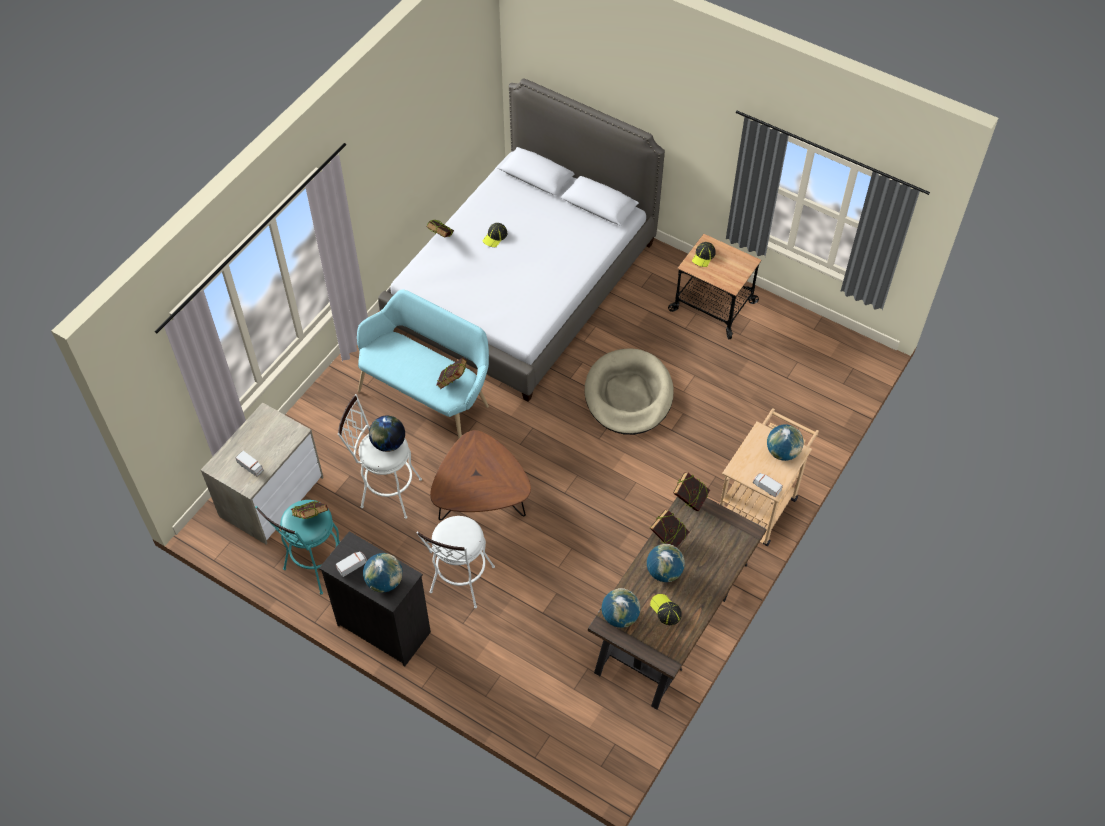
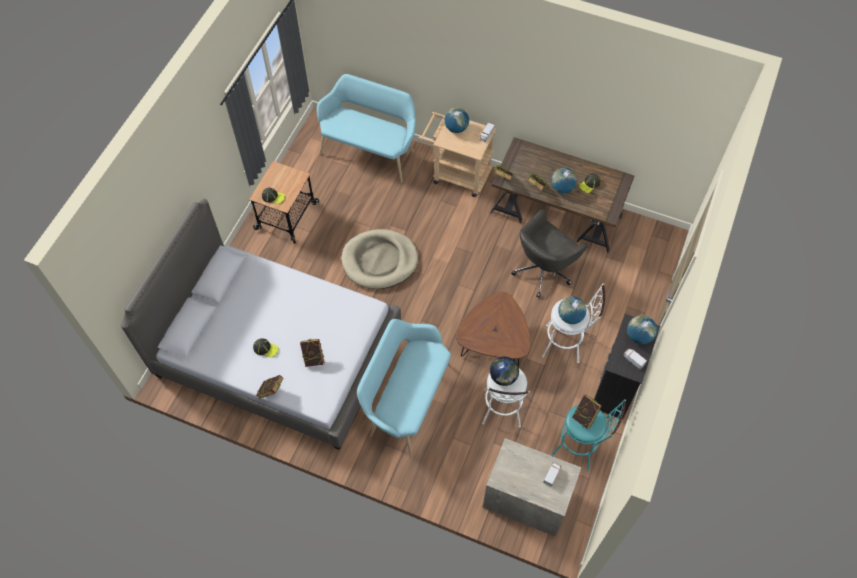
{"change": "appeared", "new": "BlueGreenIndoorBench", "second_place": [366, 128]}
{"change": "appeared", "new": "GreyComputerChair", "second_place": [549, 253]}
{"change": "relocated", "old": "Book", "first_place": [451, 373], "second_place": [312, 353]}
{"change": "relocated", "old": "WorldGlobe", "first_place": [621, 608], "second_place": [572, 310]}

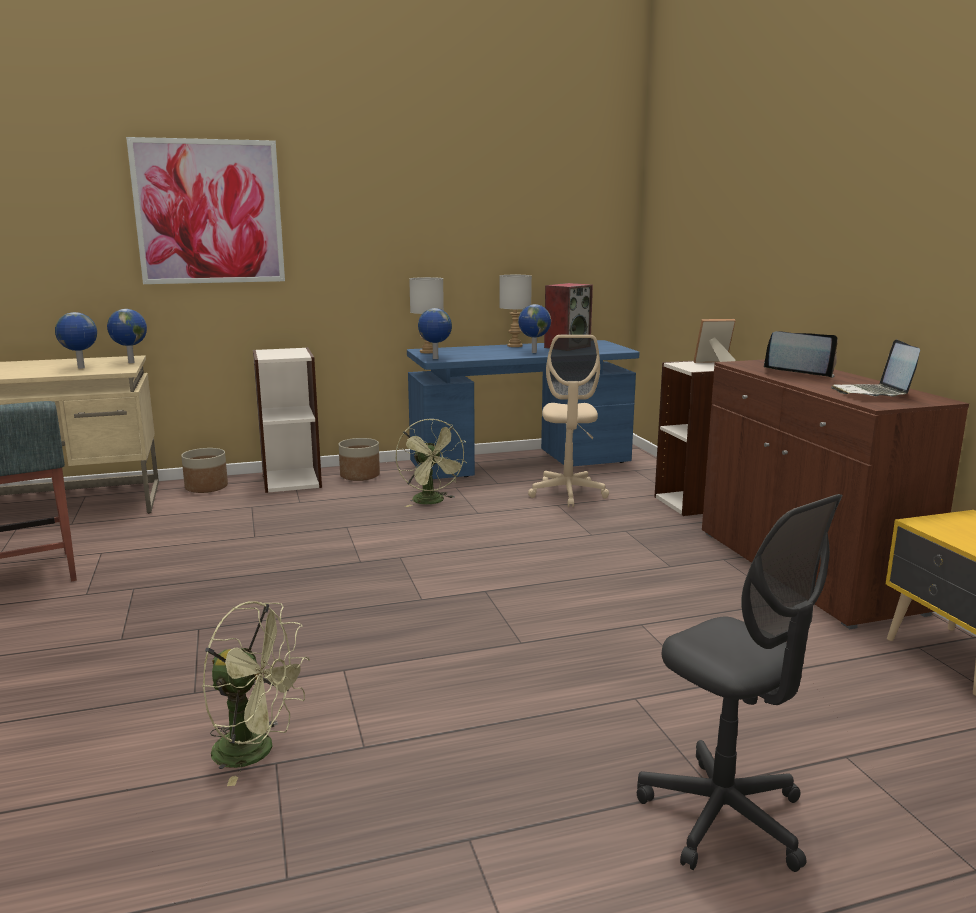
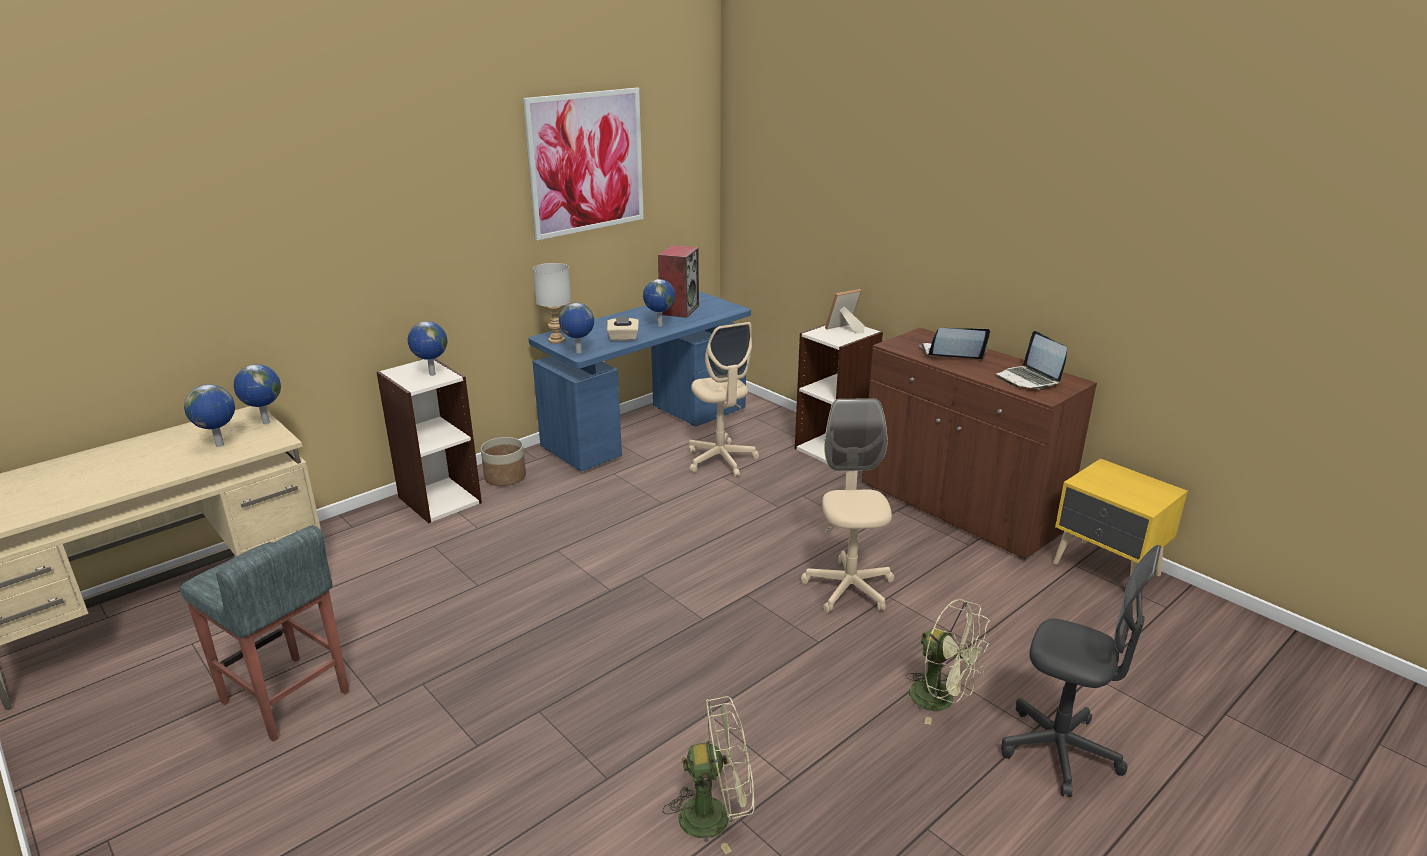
{"change": "missing", "old": "FlowerPot", "first_place": [204, 470]}
{"change": "missing", "old": "GreyTableLamp", "first_place": [515, 311]}
{"change": "appeared", "new": "WorldGlobe", "second_place": [427, 348]}
{"change": "appeared", "new": "SandColouredTissueBox", "second_place": [623, 328]}
{"change": "appeared", "new": "SandColouredComputerChair", "second_place": [847, 505]}
{"change": "relocated", "old": "WallPicture", "first_place": [205, 210], "second_place": [583, 164]}
{"change": "relocated", "old": "GreenishFan", "first_place": [431, 462], "second_place": [948, 662]}

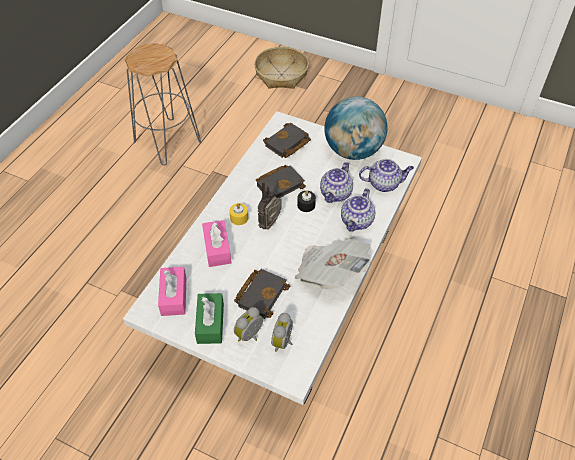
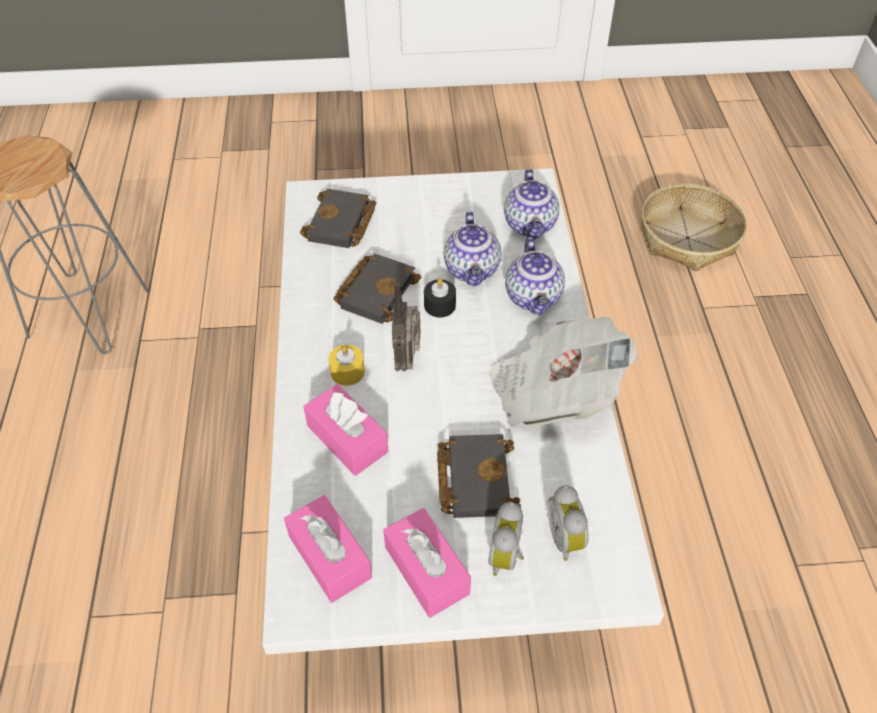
{"change": "missing", "old": "WorldGlobe", "first_place": [356, 128]}
{"change": "relocated", "old": "Basket", "first_place": [281, 68], "second_place": [694, 227]}
{"change": "colour", "old": "GreenishTissueBox", "new": "PinkTissueBox", "first_place": [209, 318], "second_place": [427, 563]}
{"change": "spun", "old": "Teapot", "first_place": [386, 175], "second_place": [532, 204], "degrees": 120}

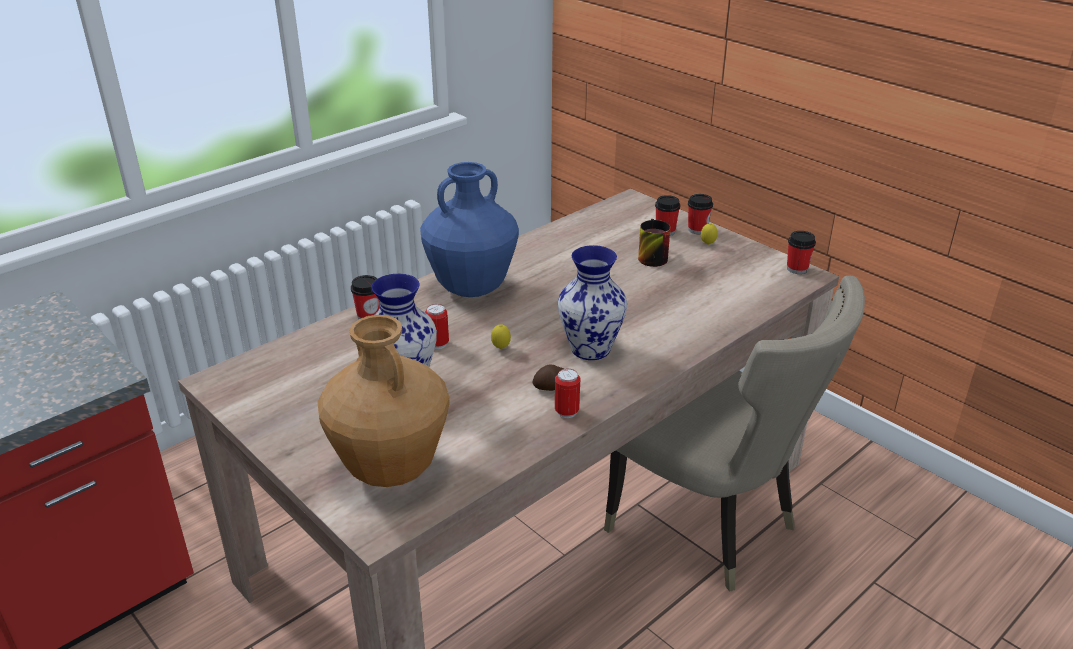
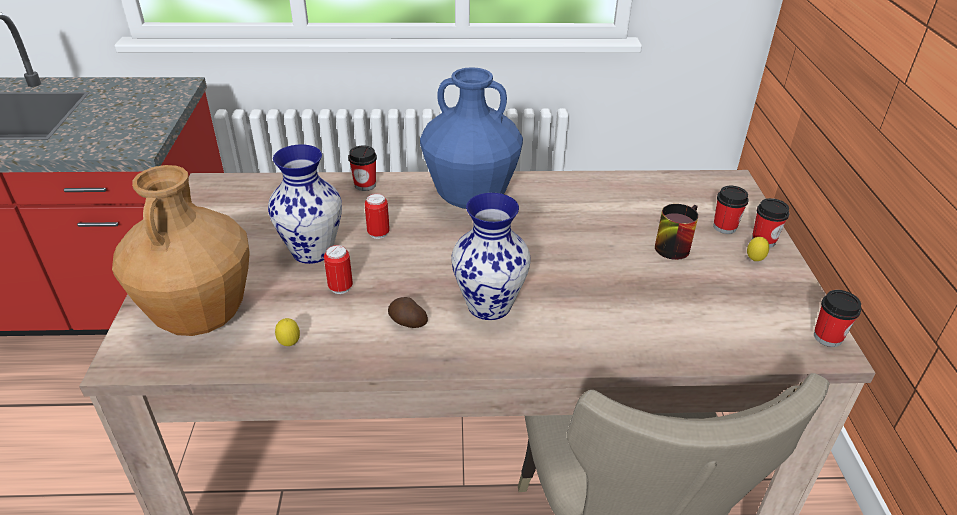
{"change": "relocated", "old": "CitrusFruit", "first_place": [501, 336], "second_place": [287, 332]}
{"change": "relocated", "old": "MetalCan", "first_place": [567, 393], "second_place": [338, 269]}

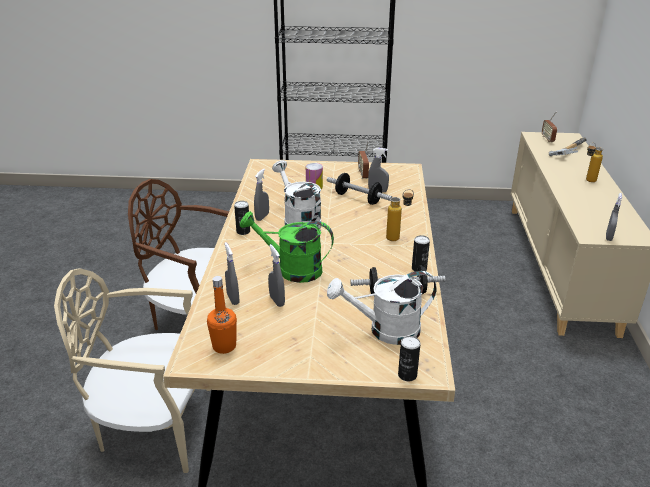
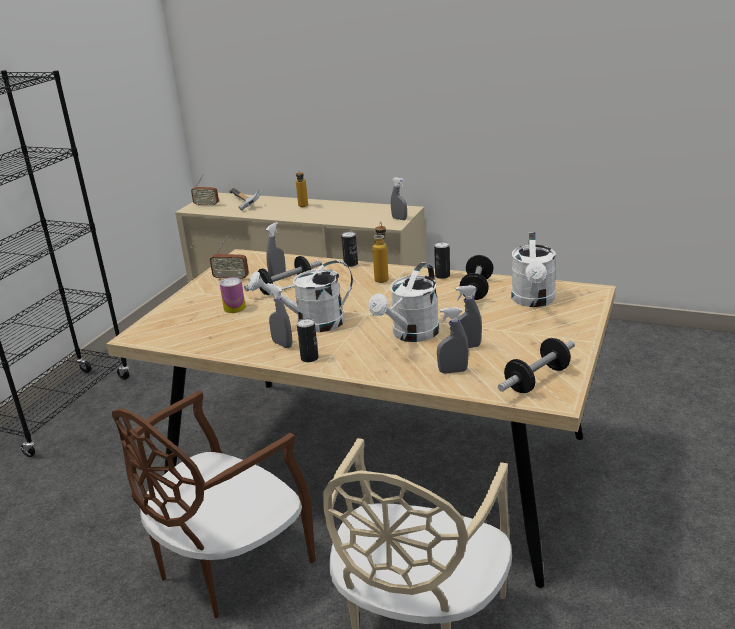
{"change": "relocated", "old": "MetalCan", "first_place": [409, 358], "second_place": [349, 249]}
{"change": "exchanged", "old": "OrangeDrinkBottle", "new": "Dumbbell", "first_place": [222, 315], "second_place": [536, 365]}
{"change": "colour", "old": "GreenishSprinklingCan", "new": "WhiteColouredSprinklingCan", "first_place": [287, 247], "second_place": [404, 302]}

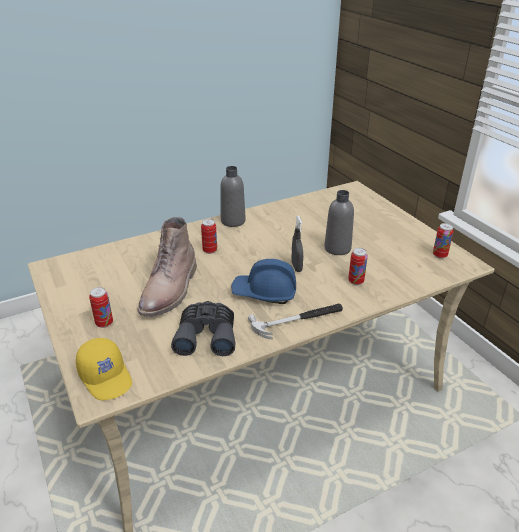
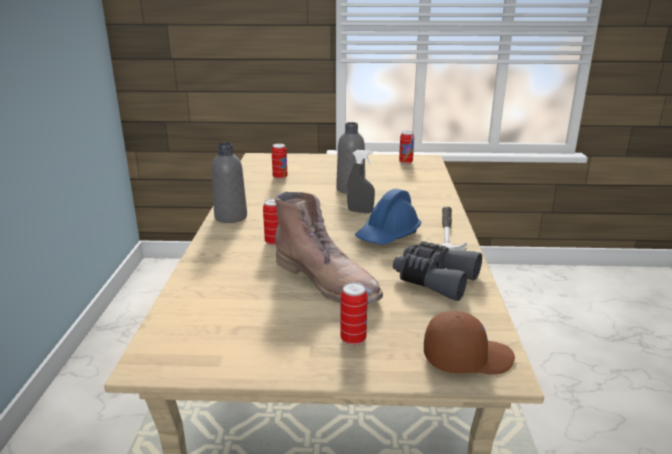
{"change": "relocated", "old": "MetalCan", "first_place": [358, 266], "second_place": [279, 161]}
{"change": "colour", "old": "YellowishBaseballCap", "new": "BrownColouredBaseballCap", "first_place": [104, 369], "second_place": [469, 343]}

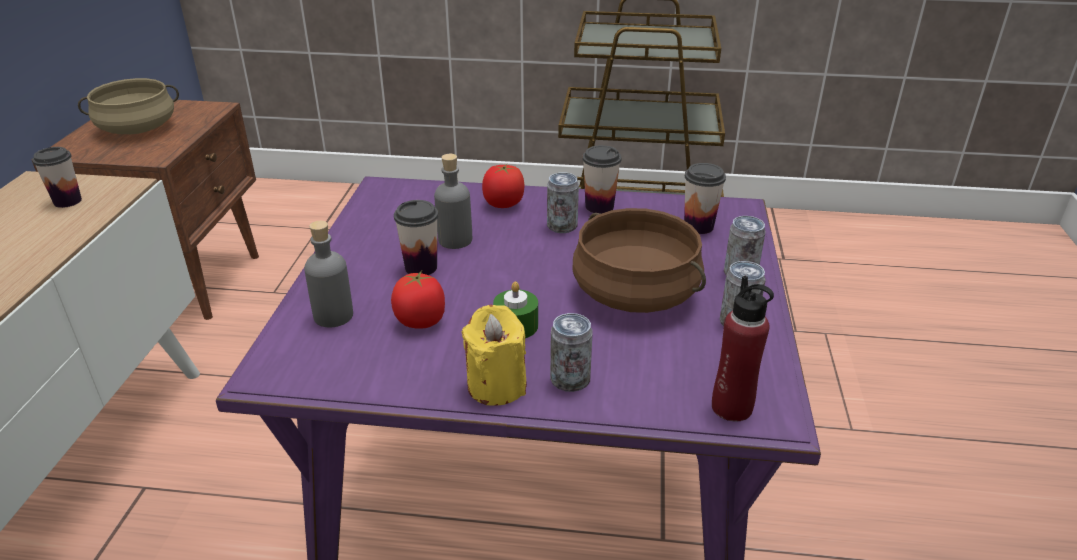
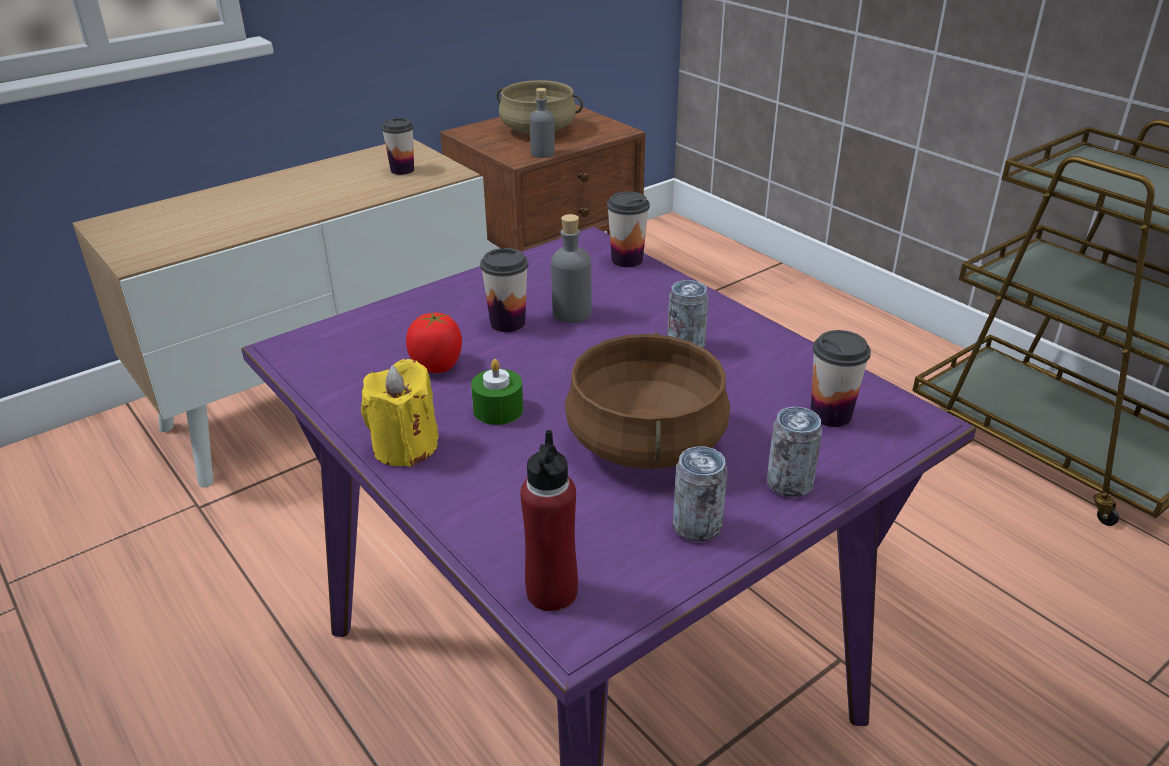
{"change": "missing", "old": "Tomato", "first_place": [503, 186]}
{"change": "missing", "old": "MetalCan", "first_place": [571, 352]}
{"change": "relocated", "old": "GreyDrinkBottle", "first_place": [328, 274], "second_place": [542, 123]}
{"change": "relocated", "old": "DrinkingCup", "first_place": [602, 179], "second_place": [628, 229]}

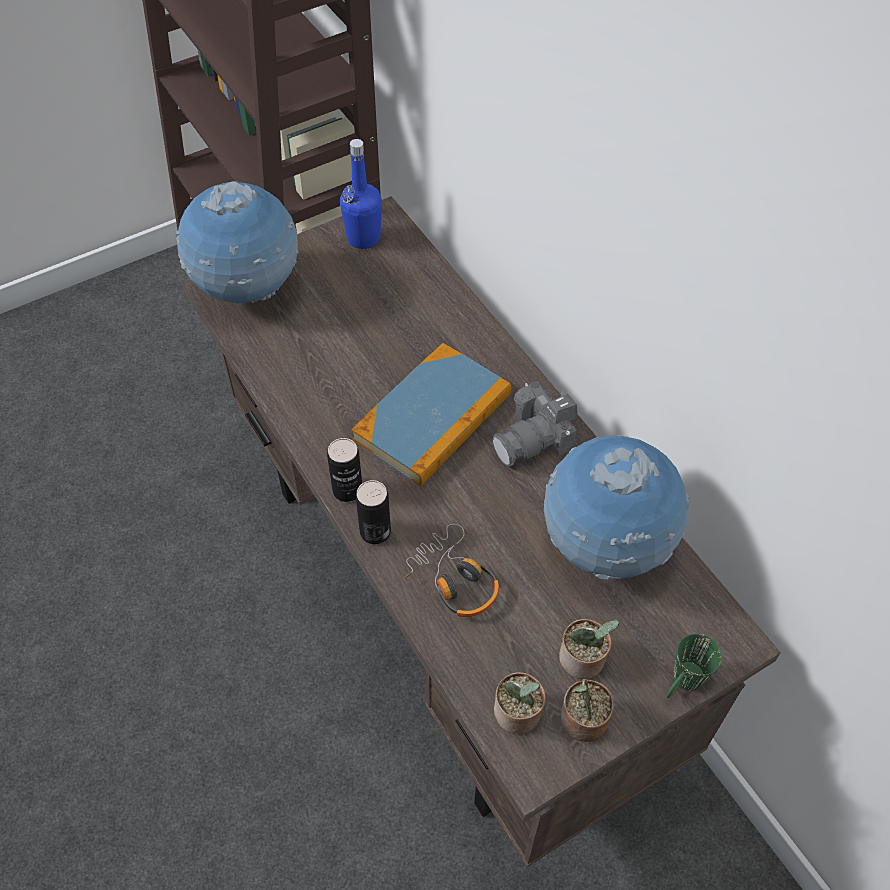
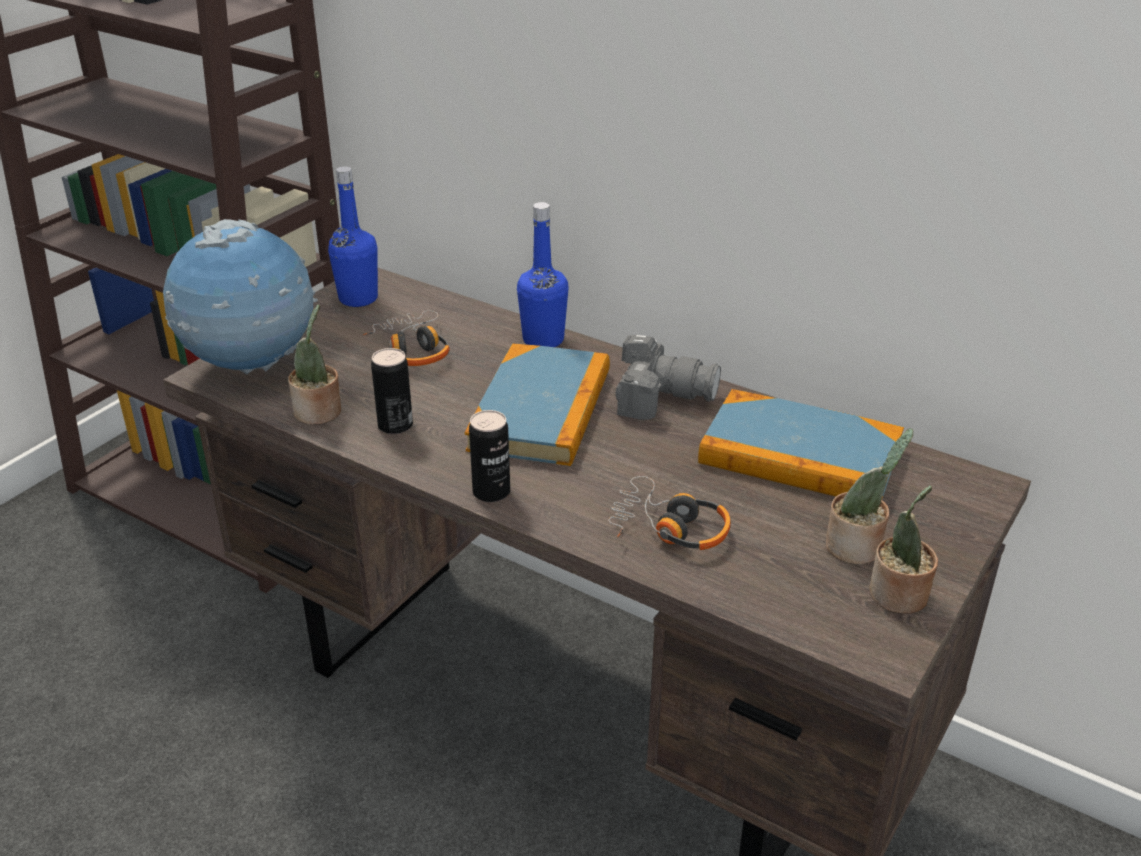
{"change": "missing", "old": "GreenishMug", "first_place": [694, 666]}
{"change": "appeared", "new": "Headset", "second_place": [406, 338]}
{"change": "appeared", "new": "BluishDrinkBottle", "second_place": [542, 274]}
{"change": "relocated", "old": "MetalCan", "first_place": [373, 512], "second_place": [392, 391]}
{"change": "relocated", "old": "Houseplant", "first_place": [520, 703], "second_place": [314, 364]}
{"change": "exchanged", "old": "WorldGlobe", "new": "Book", "first_place": [617, 507], "second_place": [801, 444]}
{"change": "spun", "old": "StillCamera", "first_place": [535, 423], "second_place": [668, 377], "degrees": -105}

